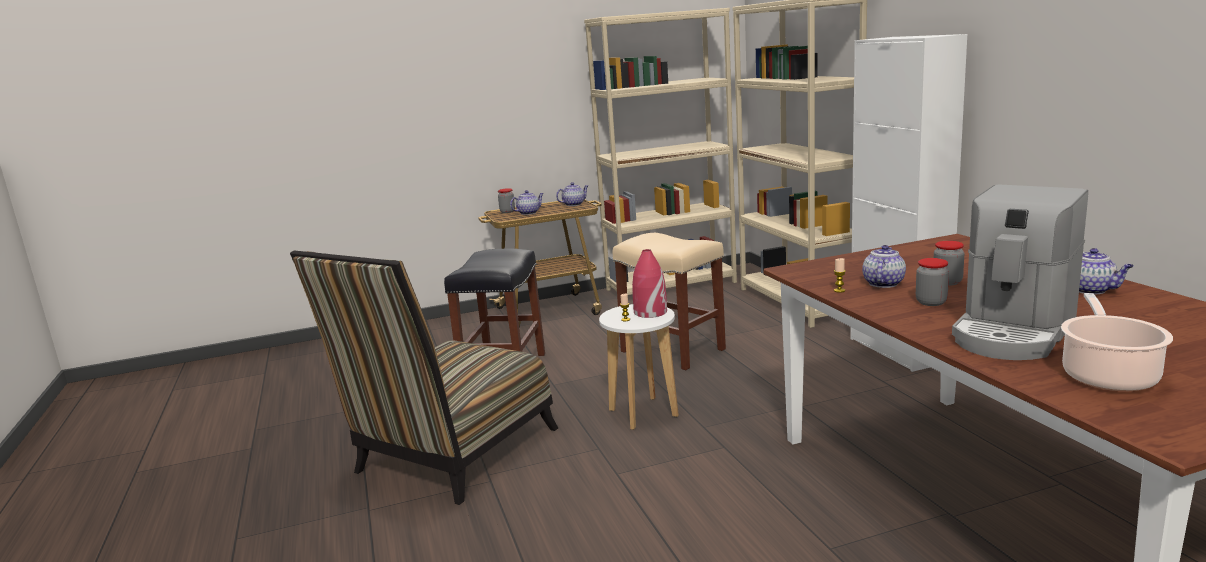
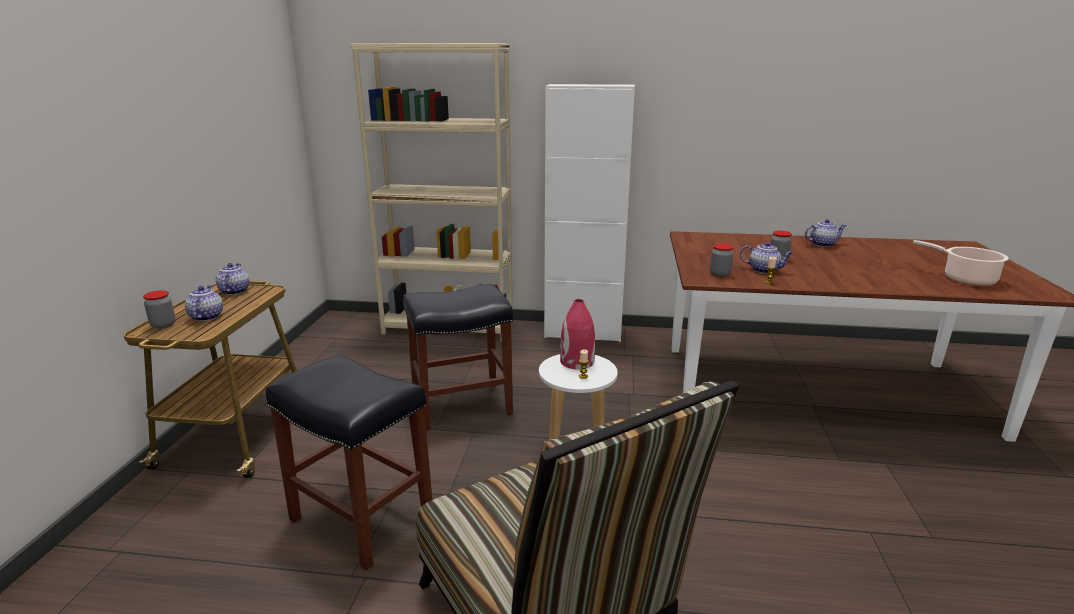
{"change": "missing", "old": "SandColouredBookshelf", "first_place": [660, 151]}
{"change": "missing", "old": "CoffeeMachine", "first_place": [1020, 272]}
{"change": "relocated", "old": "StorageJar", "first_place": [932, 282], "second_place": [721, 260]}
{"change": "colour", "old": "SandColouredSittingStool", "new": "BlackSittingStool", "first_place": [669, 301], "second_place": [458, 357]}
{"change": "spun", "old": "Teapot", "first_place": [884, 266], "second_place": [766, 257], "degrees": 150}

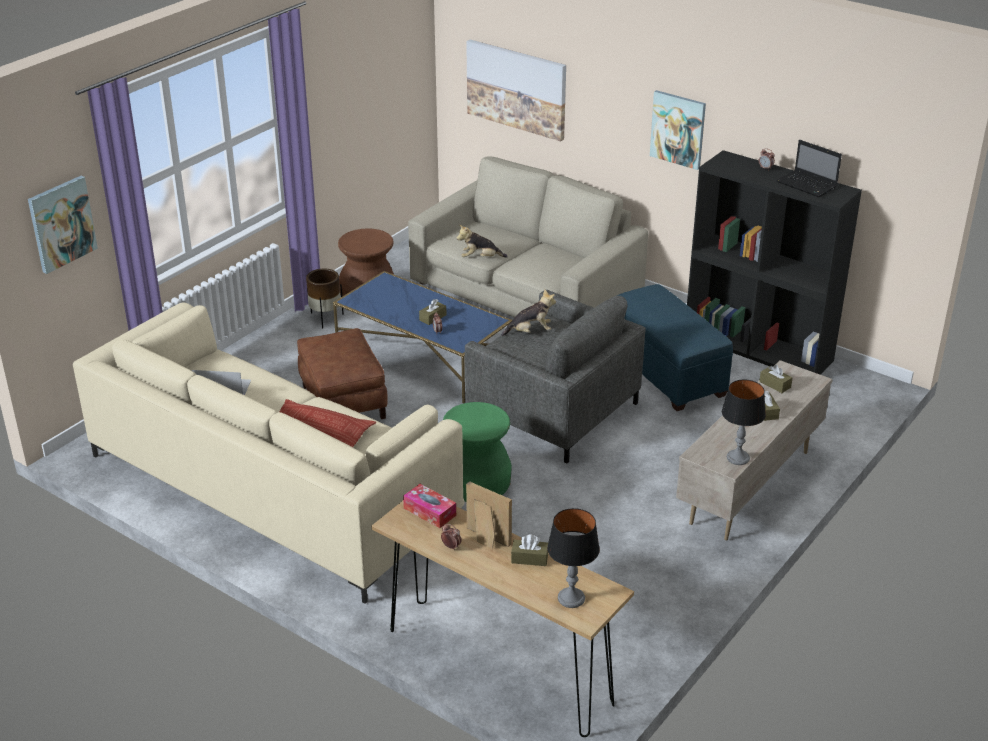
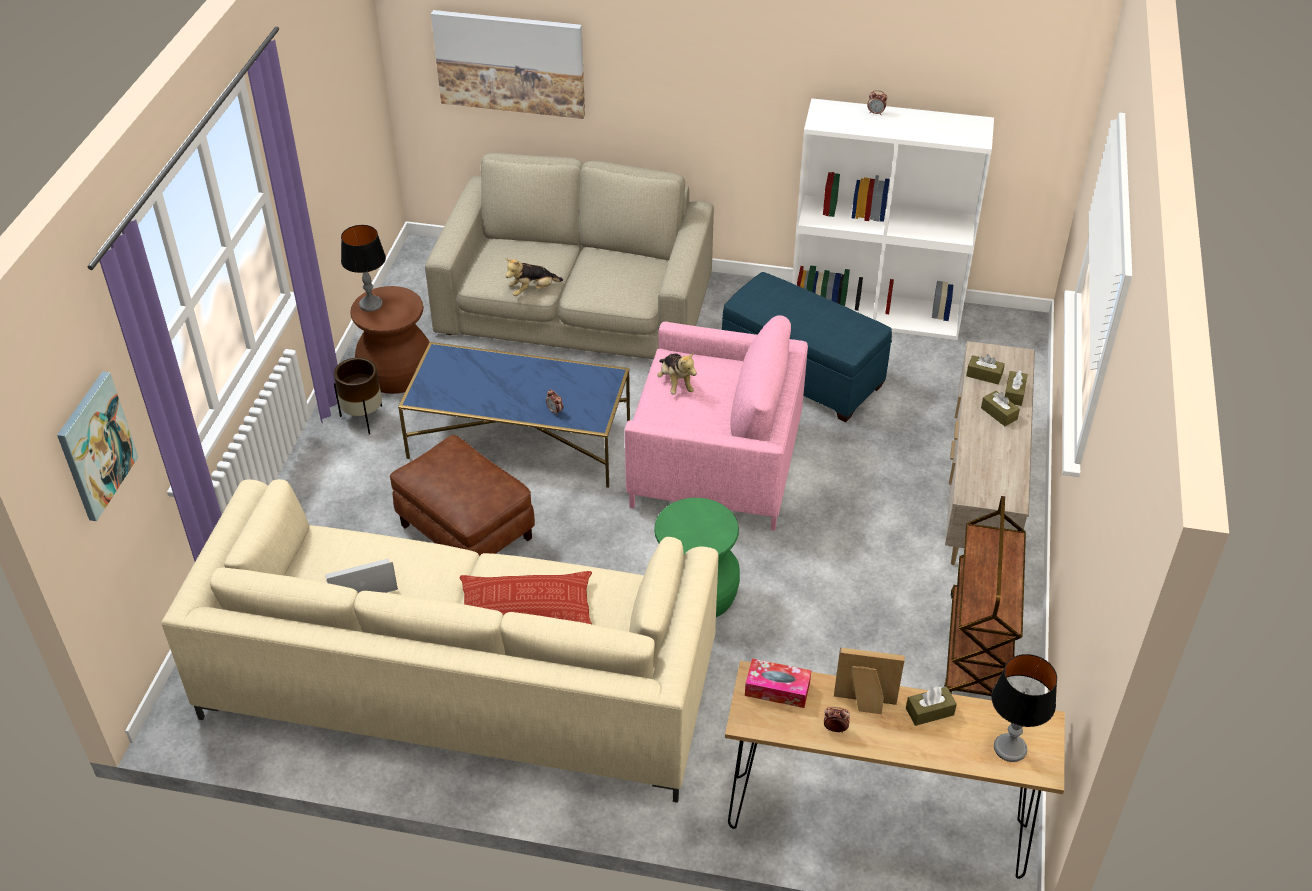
{"change": "missing", "old": "WallPicture", "first_place": [678, 130]}
{"change": "missing", "old": "NotebookComputer", "first_place": [809, 168]}
{"change": "appeared", "new": "BrownColouredWheeledCart", "second_place": [985, 596]}
{"change": "relocated", "old": "BrownColouredTissueBox", "first_place": [432, 312], "second_place": [1016, 388]}
{"change": "relocated", "old": "TableLamp", "first_place": [744, 422], "second_place": [363, 268]}
{"change": "colour", "old": "GreyEasyChair", "new": "PinkEasyChair", "first_place": [555, 376], "second_place": [716, 423]}
{"change": "colour", "old": "BlackBookshelf", "new": "WhiteColouredBookshelf", "first_place": [774, 262], "second_place": [893, 219]}
{"change": "spun", "old": "CuddlyToy", "first_place": [528, 312], "second_place": [677, 373], "degrees": 105}

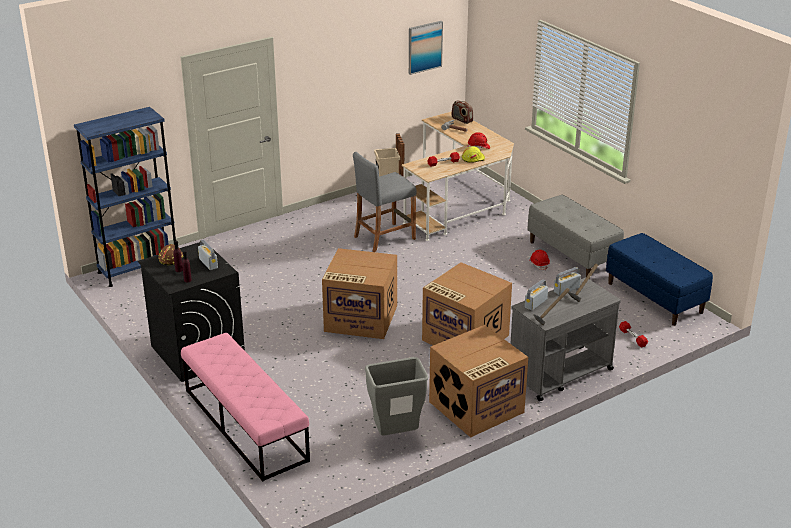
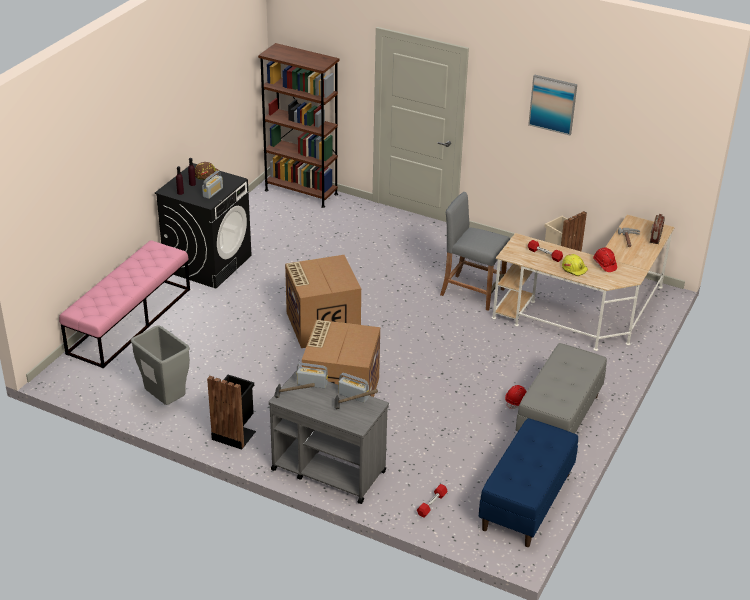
{"change": "relocated", "old": "WallPicture", "first_place": [426, 48], "second_place": [552, 105]}
{"change": "exchanged", "old": "PackingBox", "new": "BlackRubbishBin", "first_place": [478, 381], "second_place": [231, 412]}
{"change": "colour", "old": "BluishBookshelf", "new": "BrownColouredBookshelf", "first_place": [125, 197], "second_place": [298, 125]}

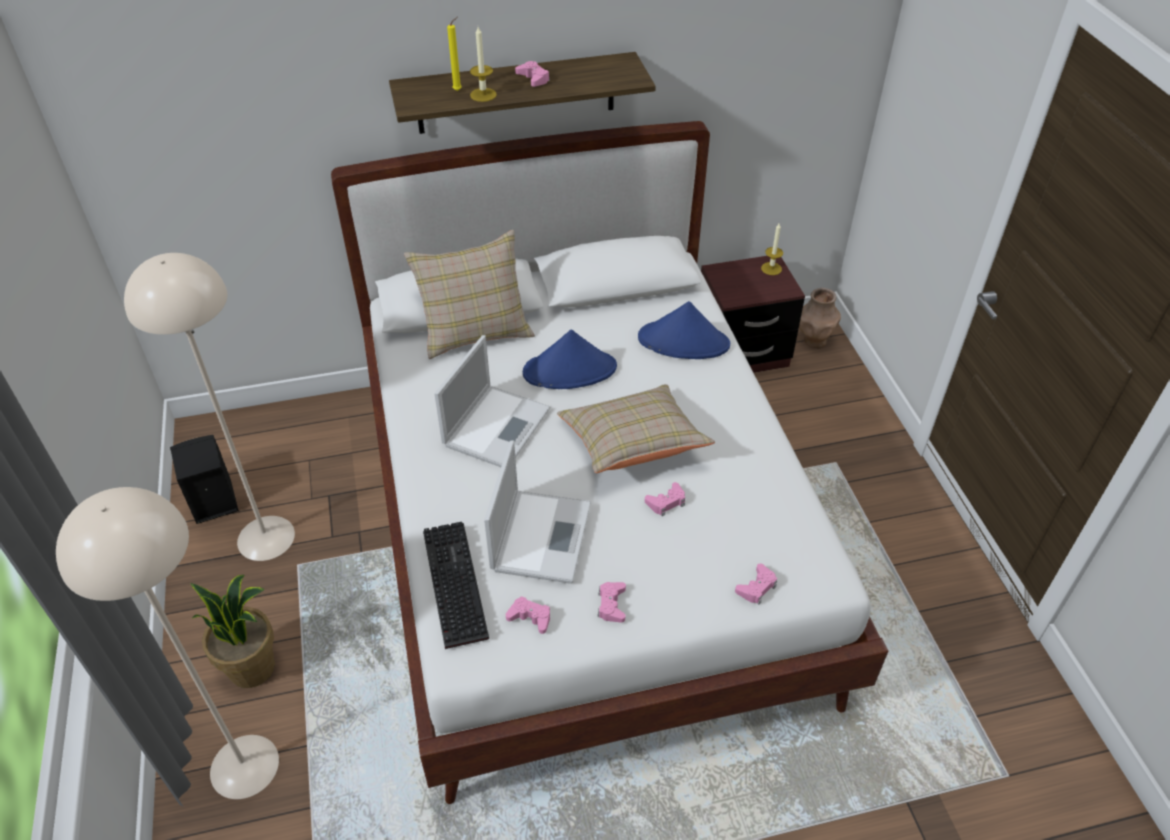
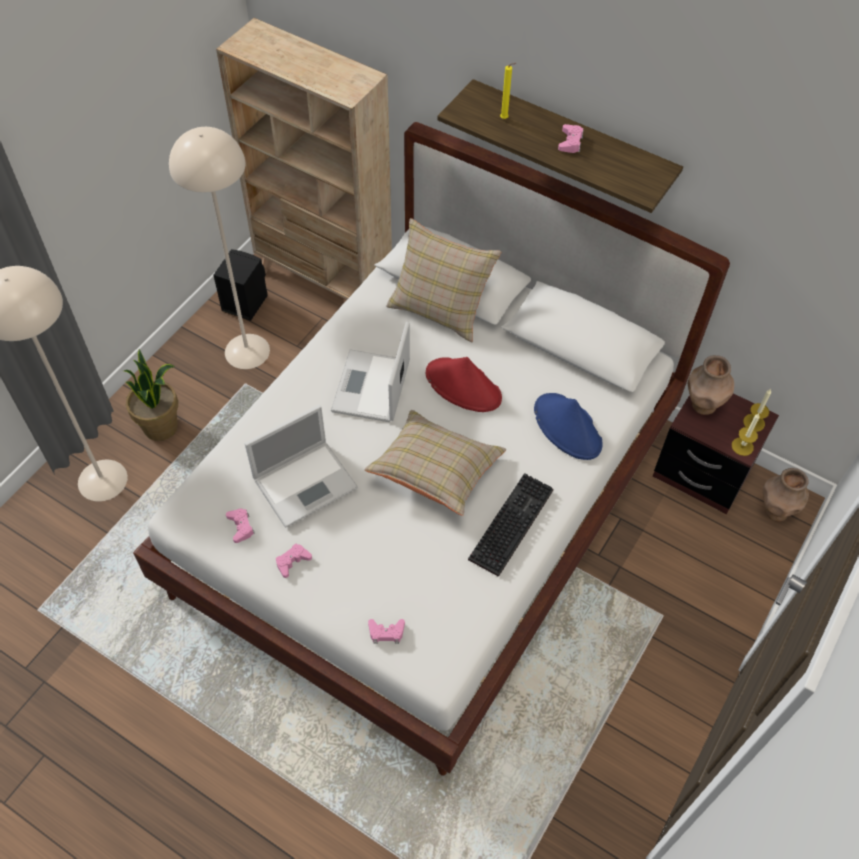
{"change": "missing", "old": "PinkJoypad", "first_place": [665, 499]}
{"change": "appeared", "new": "SandColouredBookshelf", "second_place": [304, 159]}
{"change": "appeared", "new": "BrownColouredDecorativeVase", "second_place": [711, 385]}
{"change": "relocated", "old": "ComputerKeyboard", "first_place": [456, 585], "second_place": [510, 525]}
{"change": "relocated", "old": "WaxLight", "first_place": [483, 64], "second_place": [746, 434]}
{"change": "colour", "old": "BluishClothingHat", "new": "RedColouredClothingHat", "first_place": [570, 359], "second_place": [464, 384]}
{"change": "spun", "old": "NotebookComputer", "first_place": [492, 401], "second_place": [370, 372], "degrees": 120}

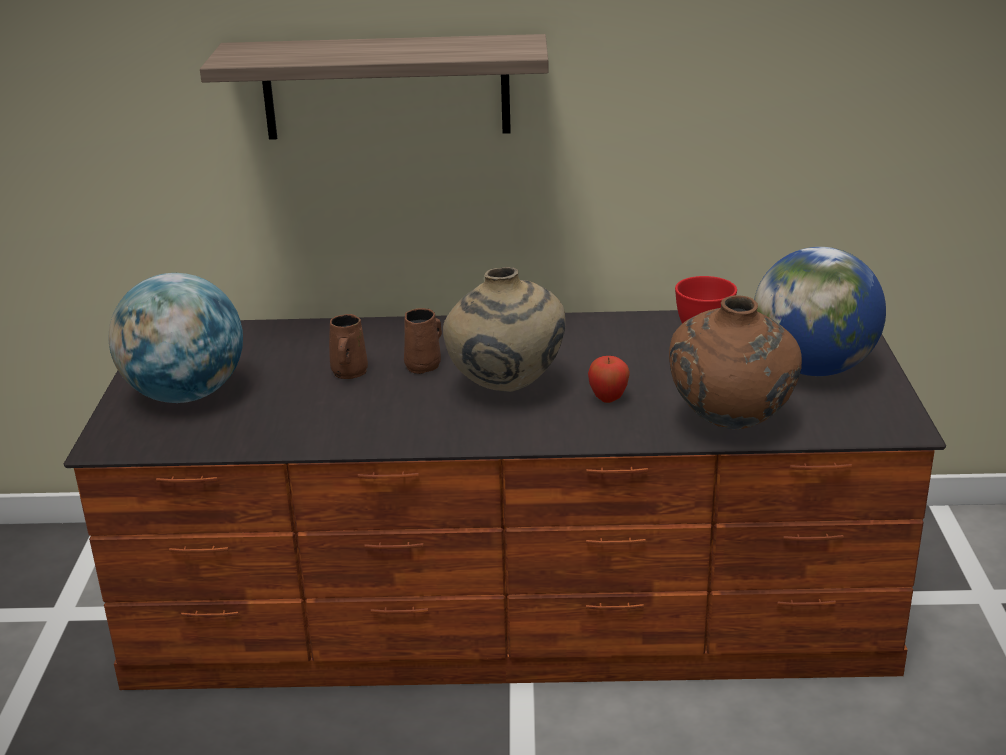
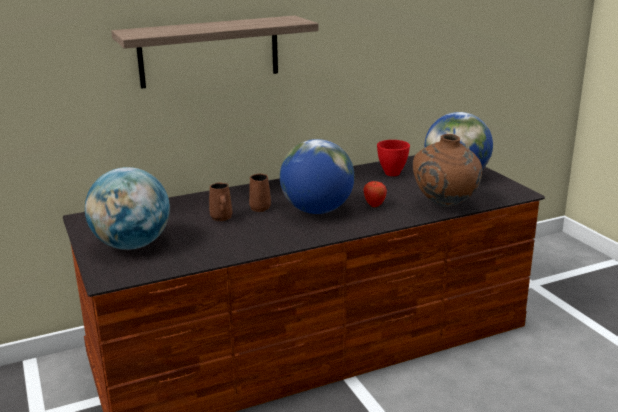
{"change": "exchanged", "old": "SandColouredDecorativeVase", "new": "WorldGlobe", "first_place": [504, 329], "second_place": [317, 176]}

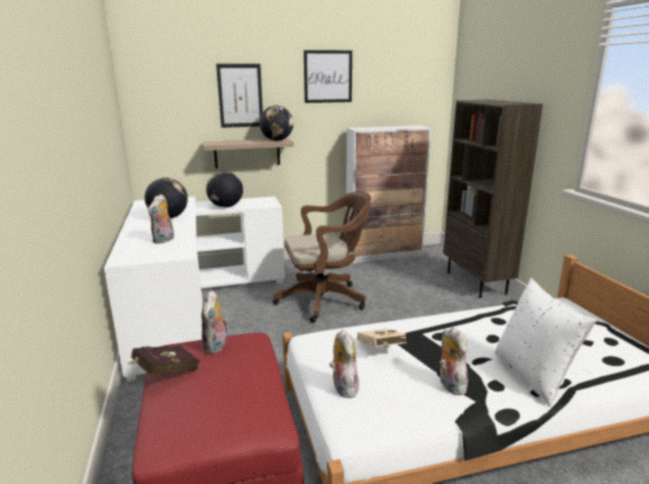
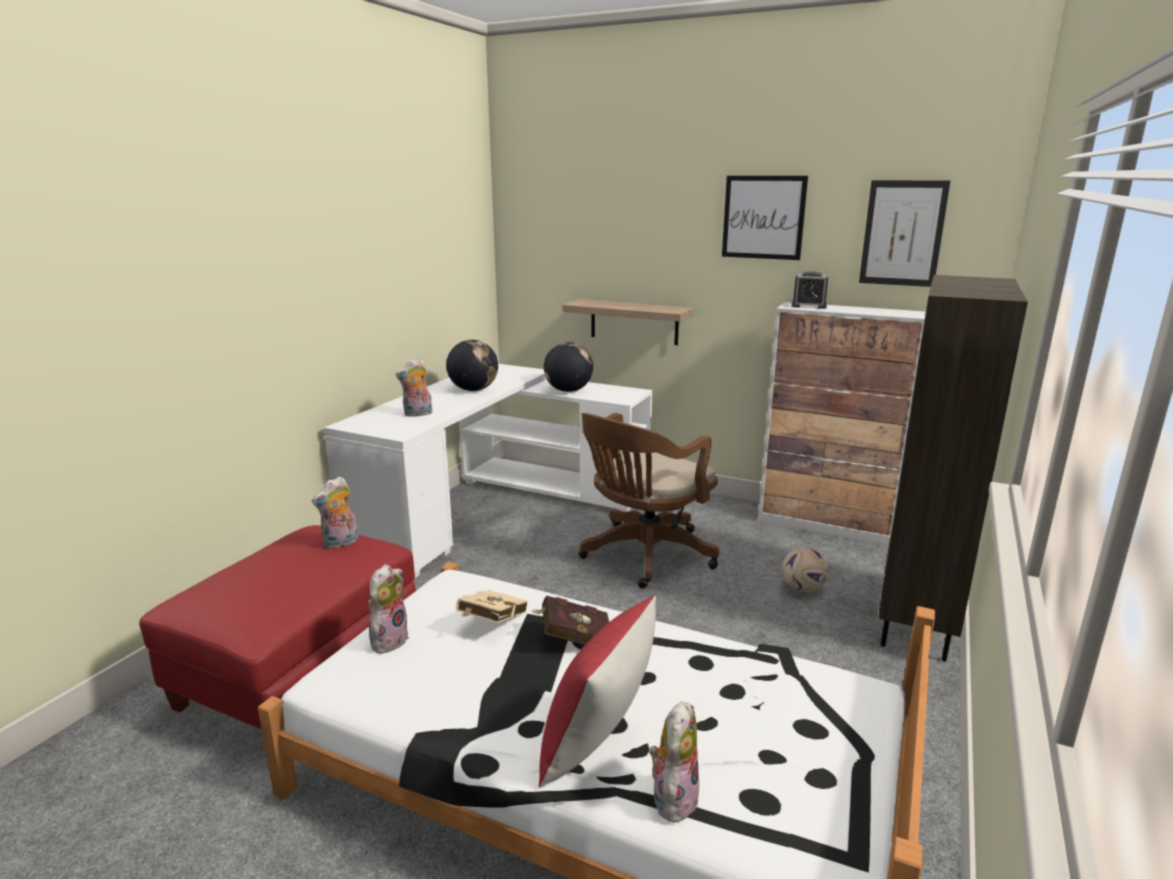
{"change": "missing", "old": "WorldGlobe", "first_place": [276, 123]}
{"change": "appeared", "new": "Football", "second_place": [805, 570]}
{"change": "appeared", "new": "BedsideClock", "second_place": [809, 290]}
{"change": "relocated", "old": "RedColouredBook", "first_place": [163, 360], "second_place": [570, 620]}
{"change": "relocated", "old": "WallPicture", "first_place": [239, 96], "second_place": [904, 233]}
{"change": "relocated", "old": "CuddlyToy", "first_place": [454, 361], "second_place": [674, 762]}
{"change": "colour", "old": "WhiteColouredCushion", "new": "RedColouredCushion", "first_place": [545, 342], "second_place": [597, 691]}
{"change": "spun", "old": "BrownColouredComputerChair", "first_place": [322, 257], "second_place": [649, 501], "degrees": 105}

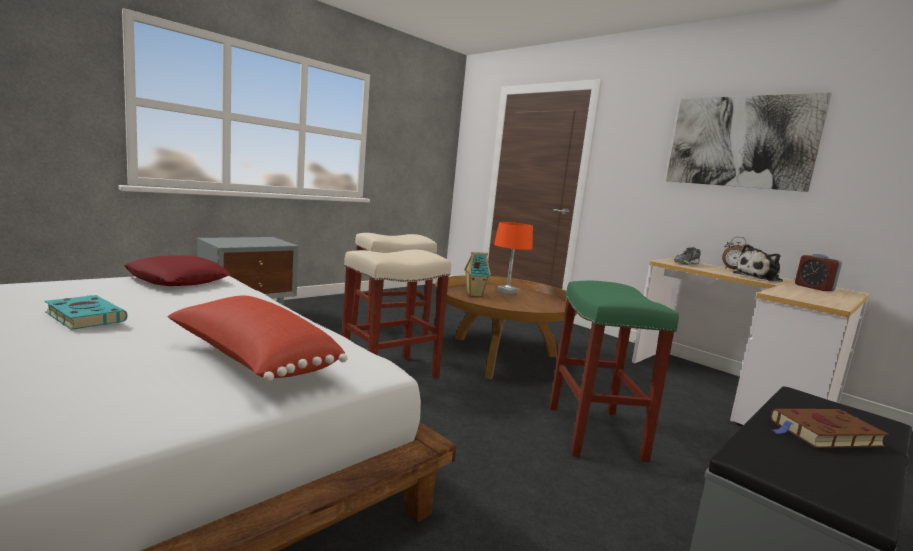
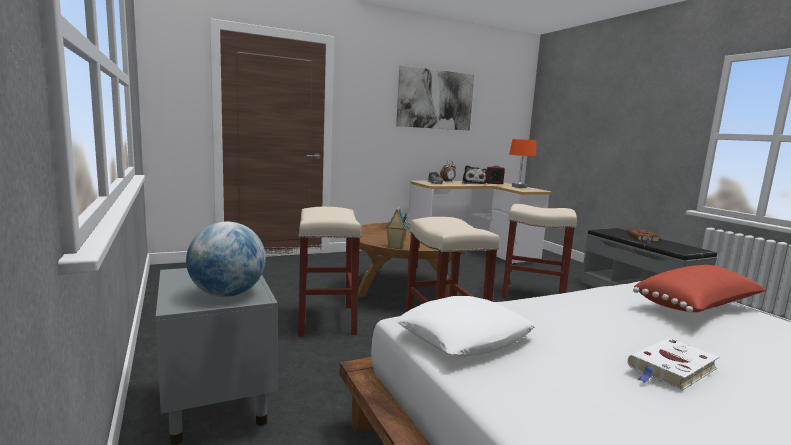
{"change": "appeared", "new": "WorldGlobe", "second_place": [226, 259]}
{"change": "relocated", "old": "OrangeTableLamp", "first_place": [513, 258], "second_place": [522, 163]}
{"change": "colour", "old": "BlueGreenBook", "new": "WhiteColouredBook", "first_place": [85, 312], "second_place": [673, 364]}
{"change": "colour", "old": "RedColouredCushion", "new": "WhiteColouredCushion", "first_place": [177, 271], "second_place": [466, 326]}
{"change": "colour", "old": "GreenishSittingStool", "new": "SandColouredSittingStool", "first_place": [614, 371], "second_place": [539, 251]}

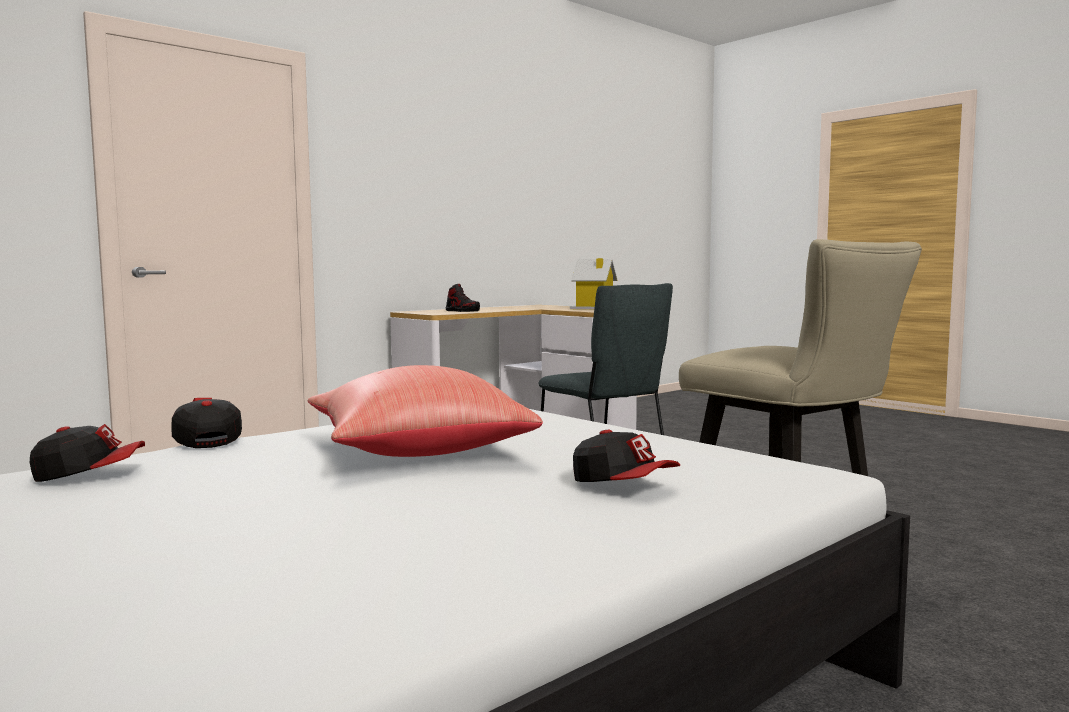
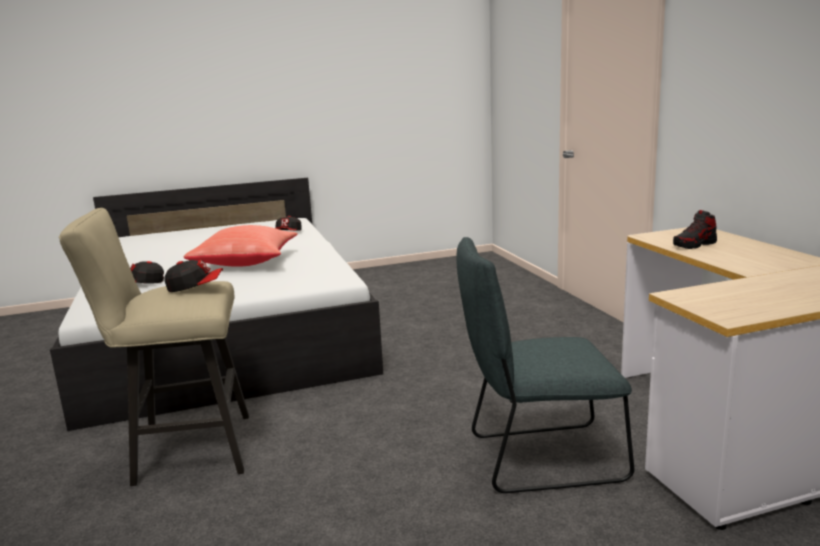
{"change": "missing", "old": "ToyHouse", "first_place": [593, 284]}
{"change": "relocated", "old": "BaseballCap", "first_place": [206, 423], "second_place": [194, 275]}

